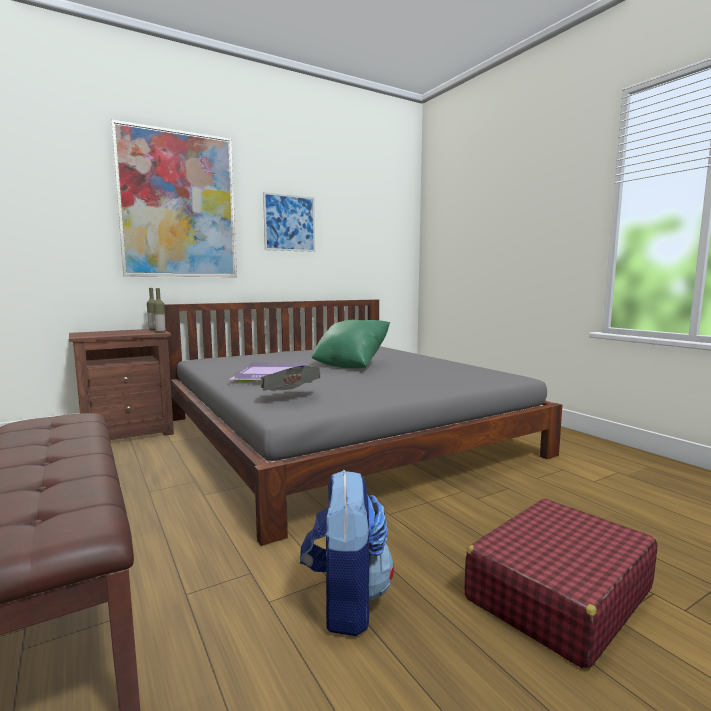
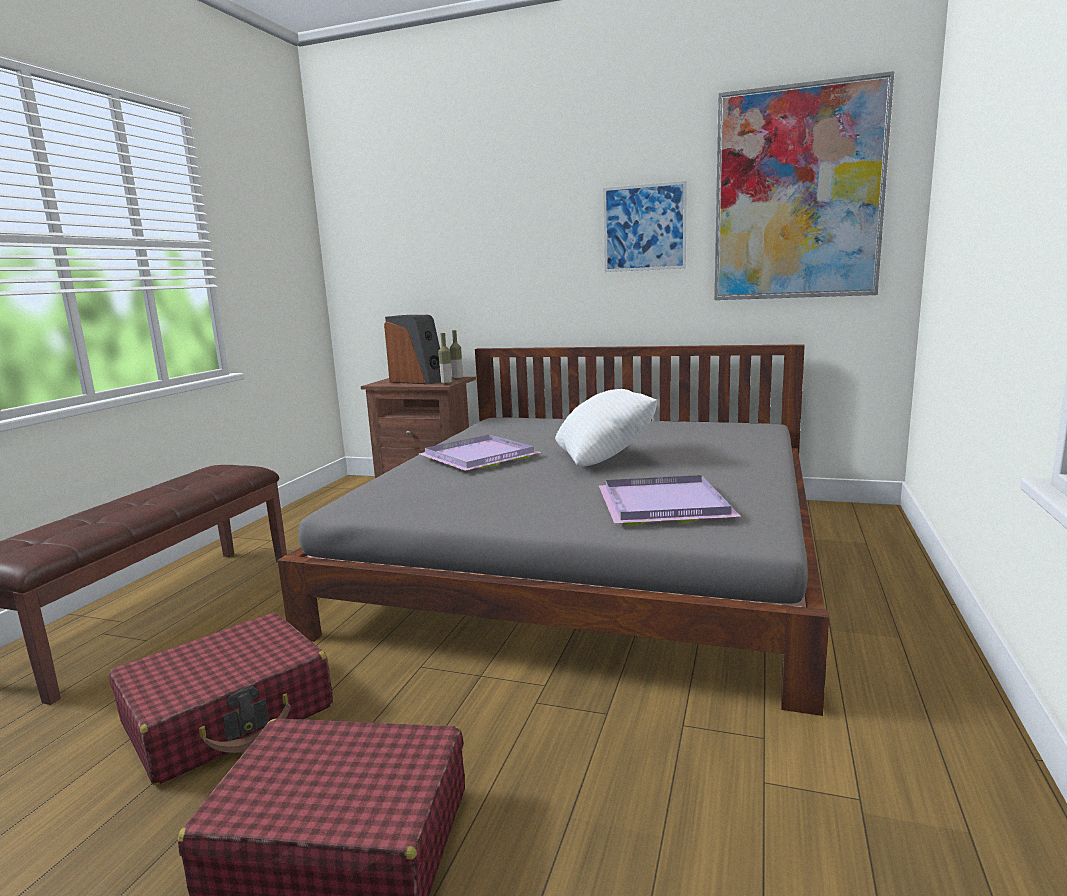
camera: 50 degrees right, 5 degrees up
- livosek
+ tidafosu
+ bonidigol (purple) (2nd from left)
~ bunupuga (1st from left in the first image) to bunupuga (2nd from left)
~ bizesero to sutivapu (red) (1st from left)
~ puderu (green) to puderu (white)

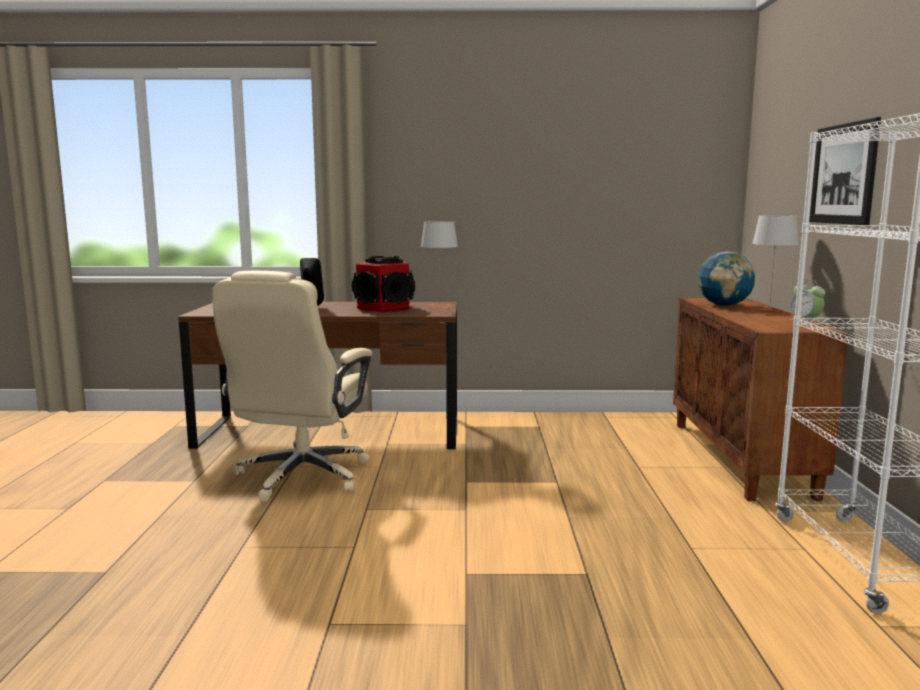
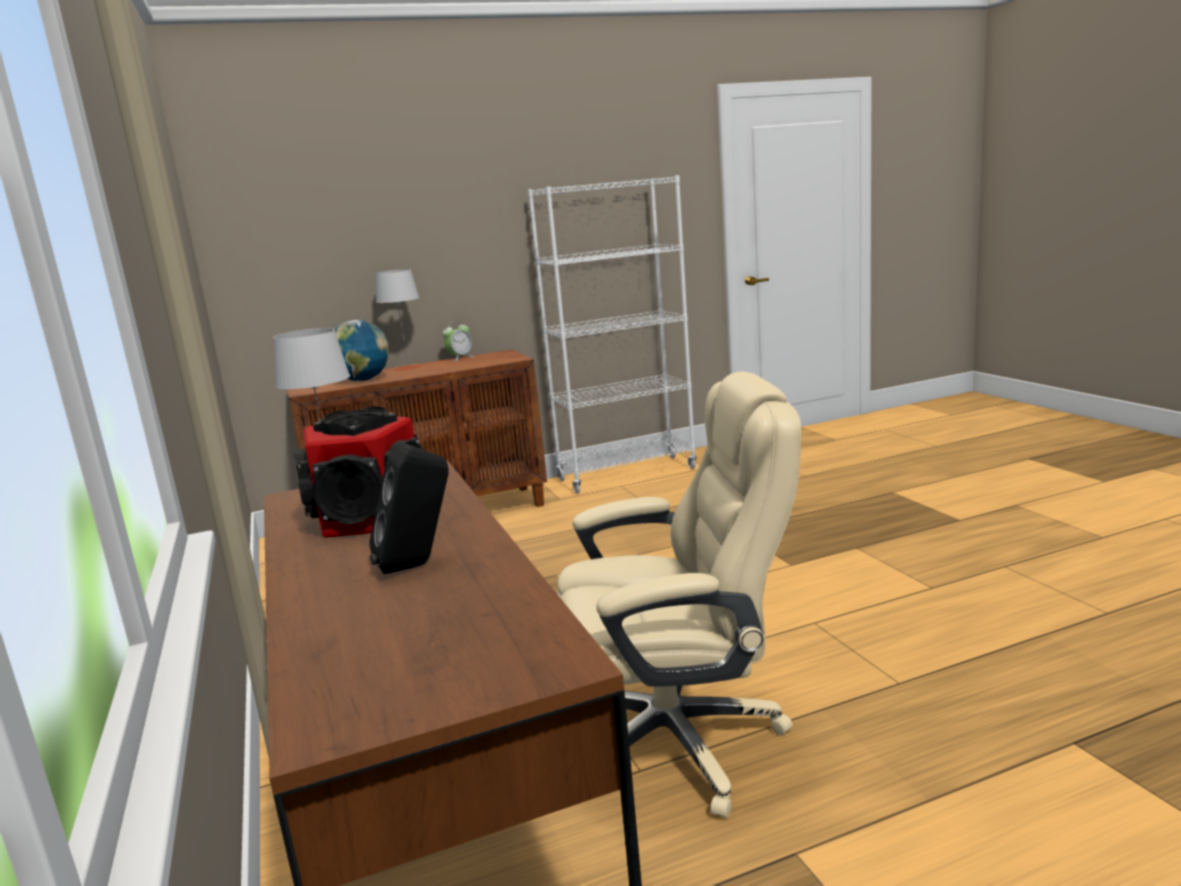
camera: 110 degrees left, 5 degrees up
- bunupuga

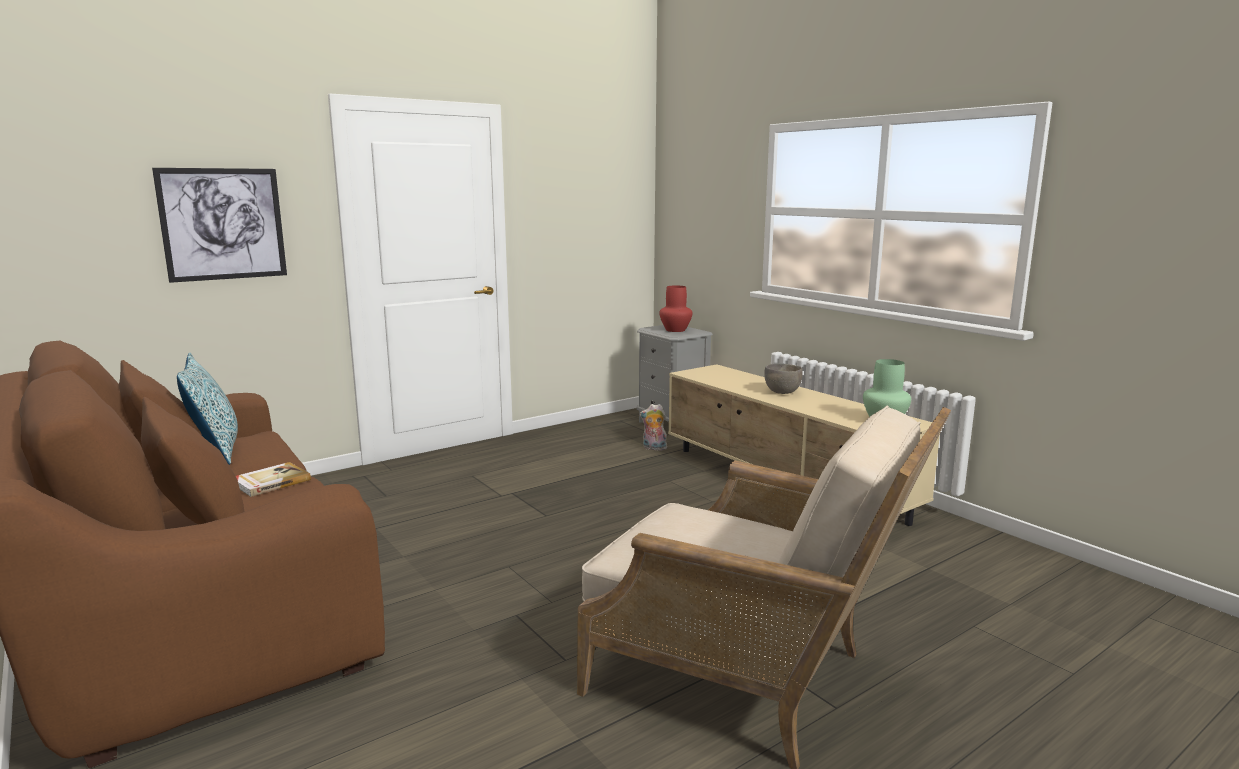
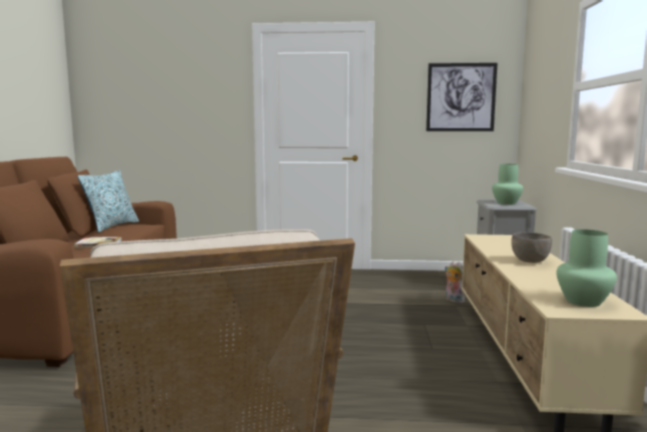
camera: 40 degrees right, 5 degrees down
~ bunupuga
~ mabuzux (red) to mabuzux (green) (1st from left)

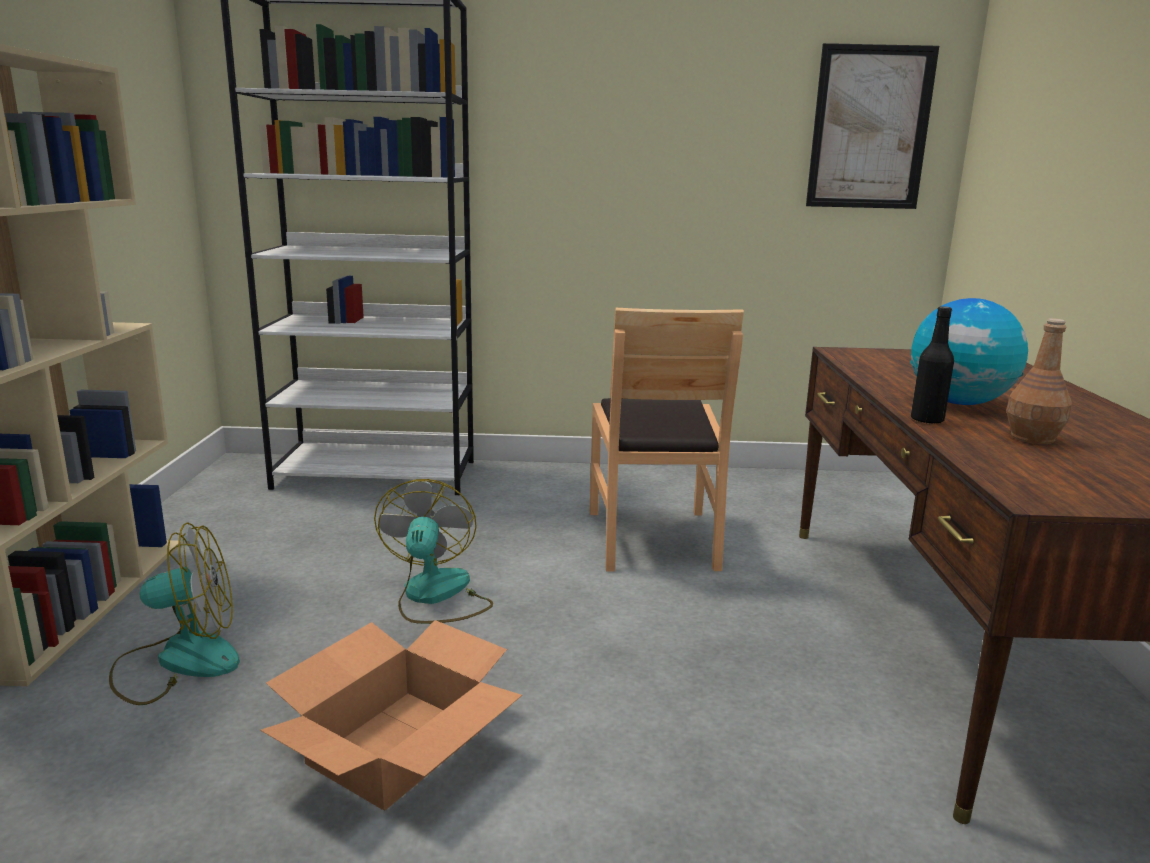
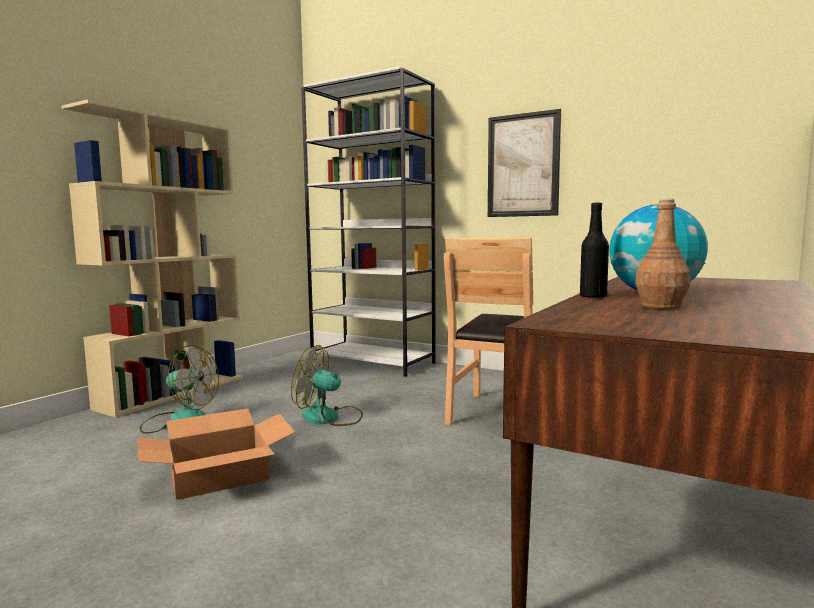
camera: 30 degrees right, 10 degrees down
~ bunupuga
~ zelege (2nd from left) 105 degrees counterclockwise

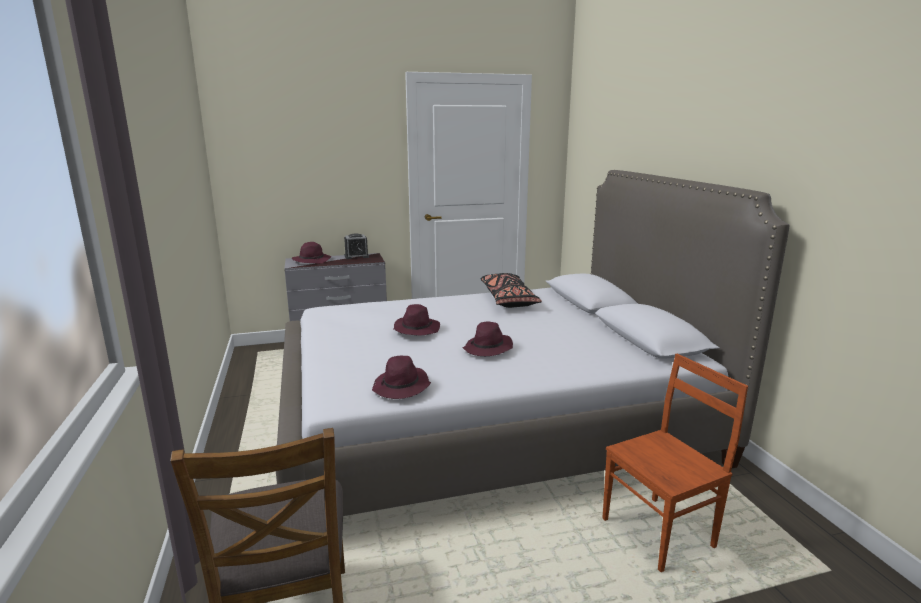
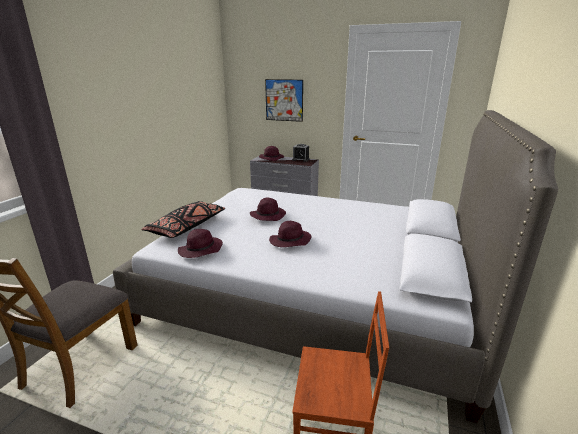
camera: 35 degrees right, 5 degrees up
+ bunupuga
~ puderu (black)

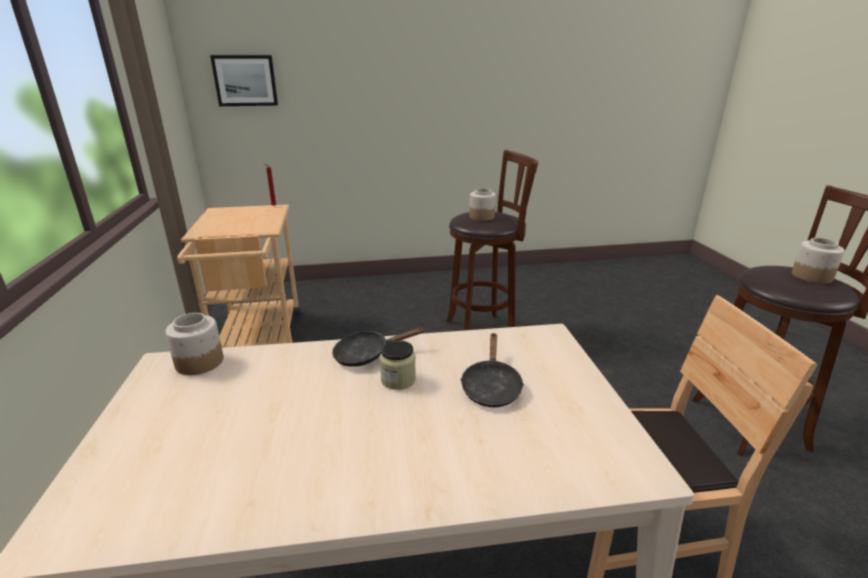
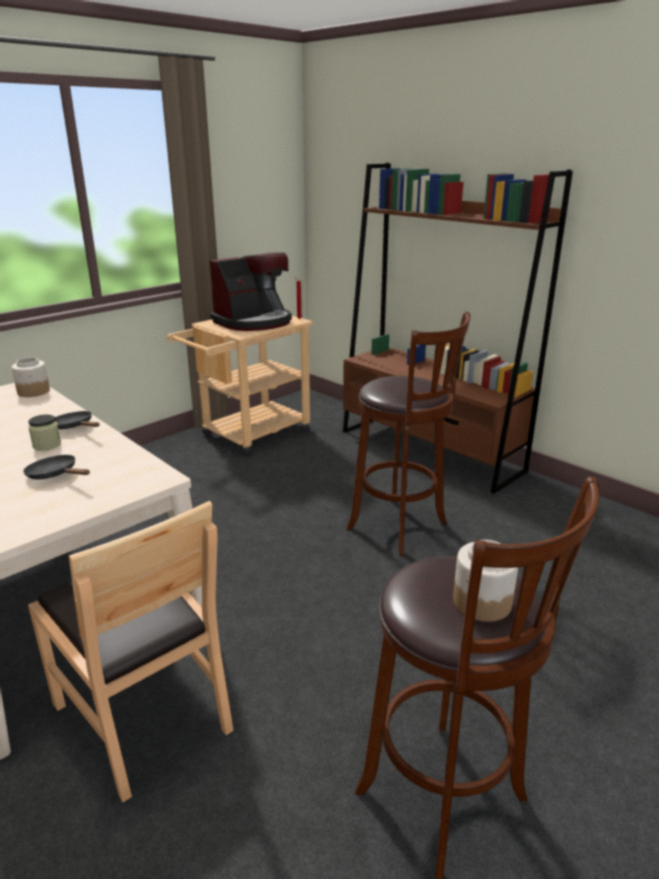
camera: 55 degrees right, 0 degrees up
- bunupuga
- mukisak (3rd from left)
+ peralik
+ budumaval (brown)
~ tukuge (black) (2nd from left in the first image) 60 degrees clockwise

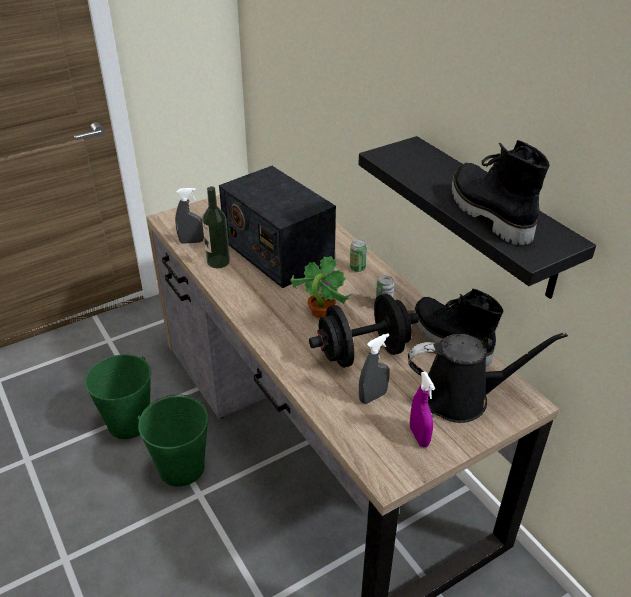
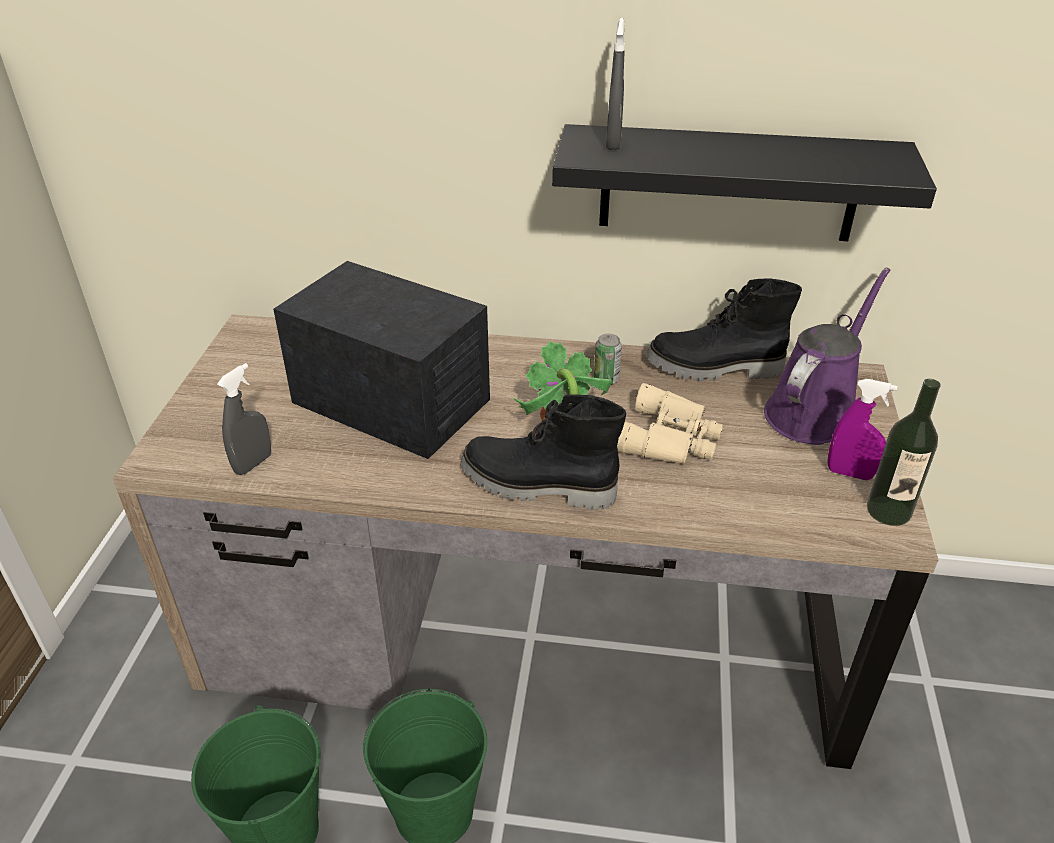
camera: 50 degrees left, 0 degrees up
- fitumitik (1st from left)
~ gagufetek
~ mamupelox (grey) (2nd from left)
~ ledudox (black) (2nd from left in the first image) to ledudox (black) (1st from left)
~ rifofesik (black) to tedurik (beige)
~ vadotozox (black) to vadotozox (purple)
~ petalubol 150 degrees counterclockwise

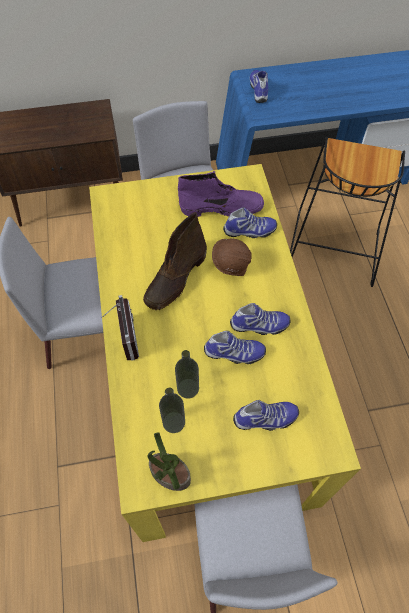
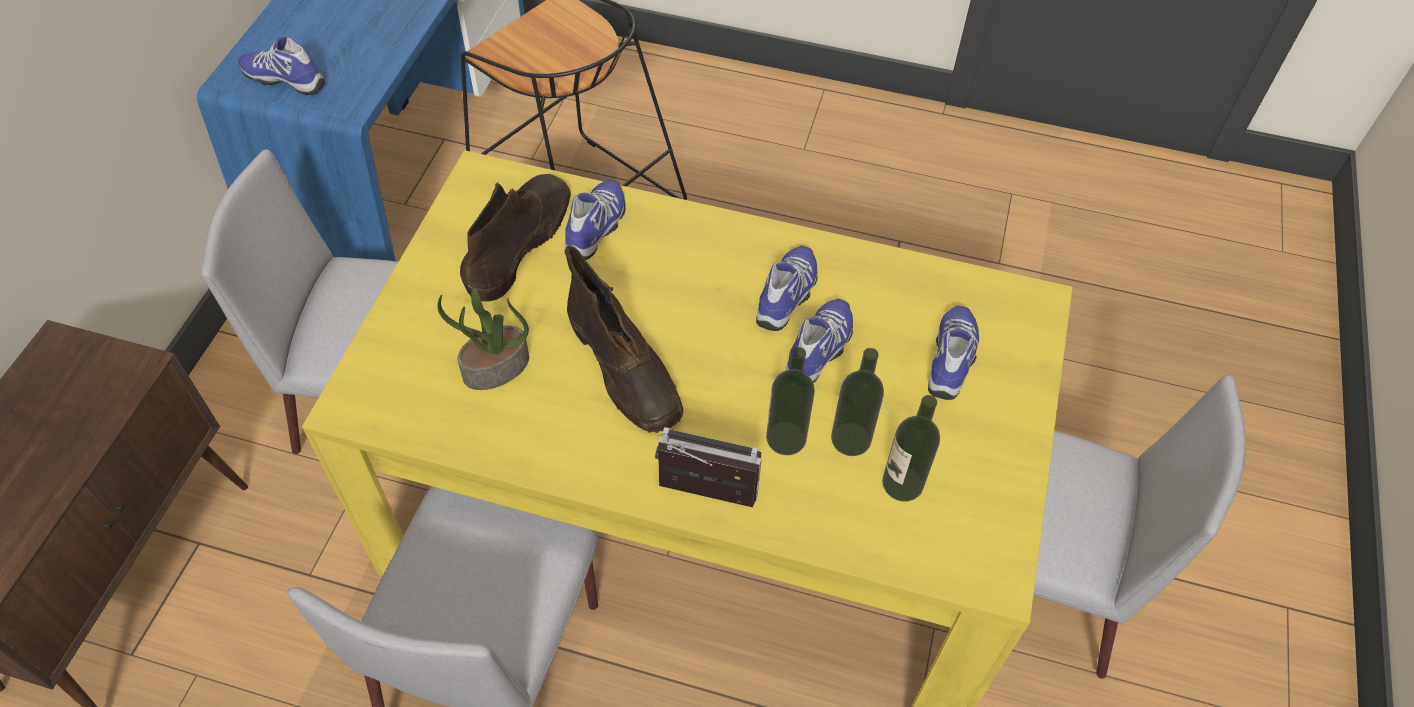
camera: 65 degrees left, 5 degrees down
- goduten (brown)
+ gagufetek (1st from left)
~ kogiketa
~ ledudox (purple) to ledudox (brown) (1st from left)

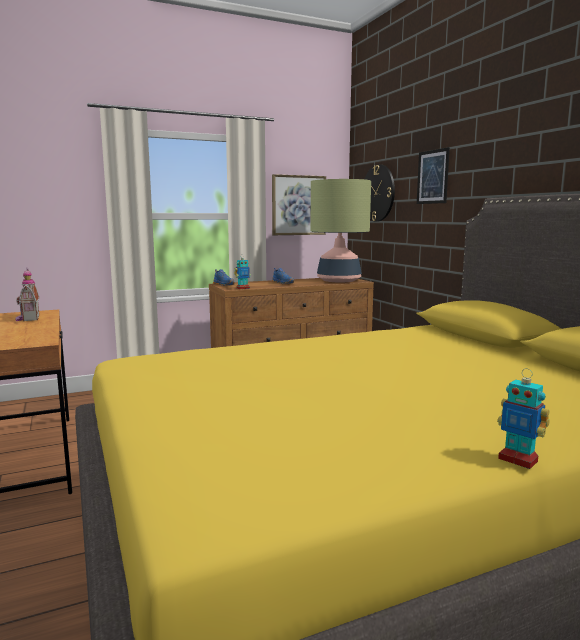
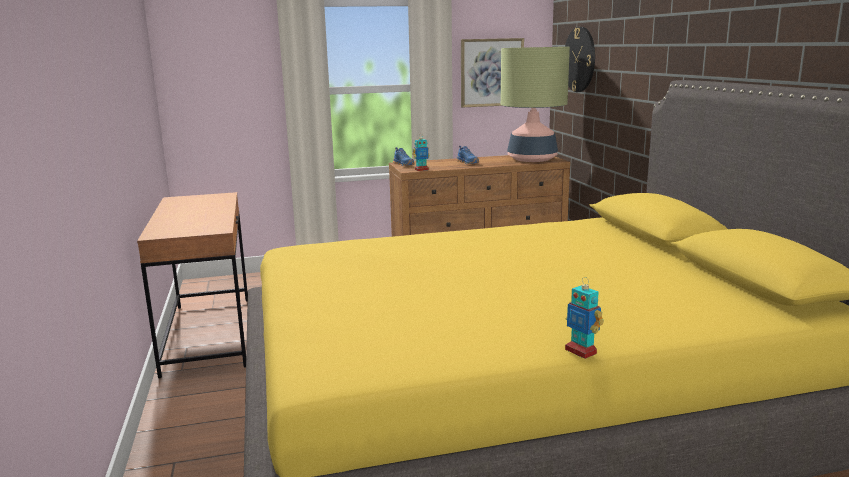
camera: 10 degrees right, 5 degrees up
- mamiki
- bunupuga (2nd from left)

